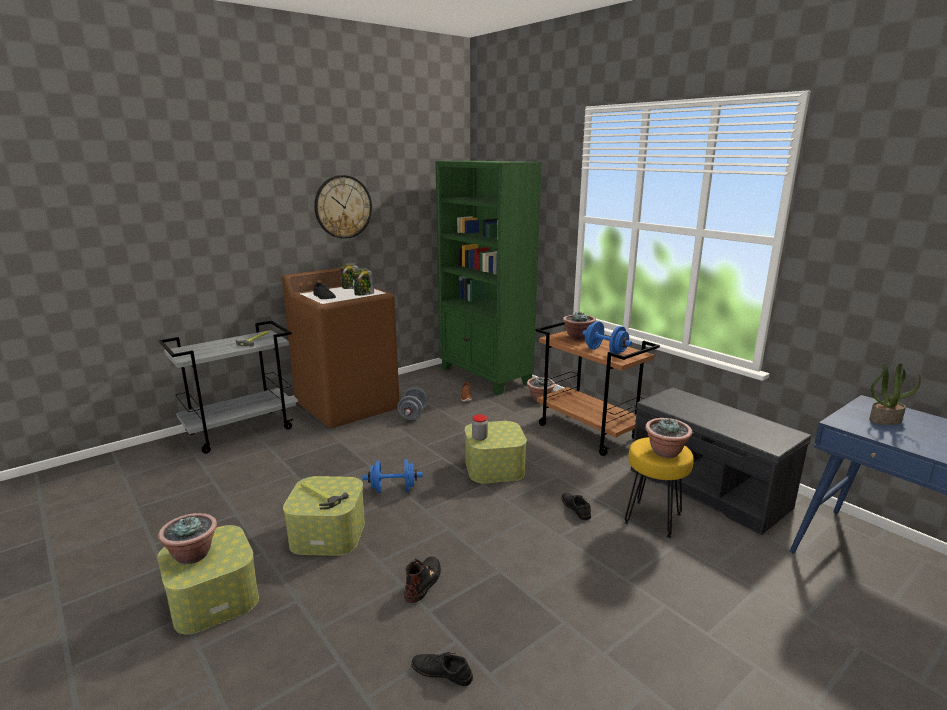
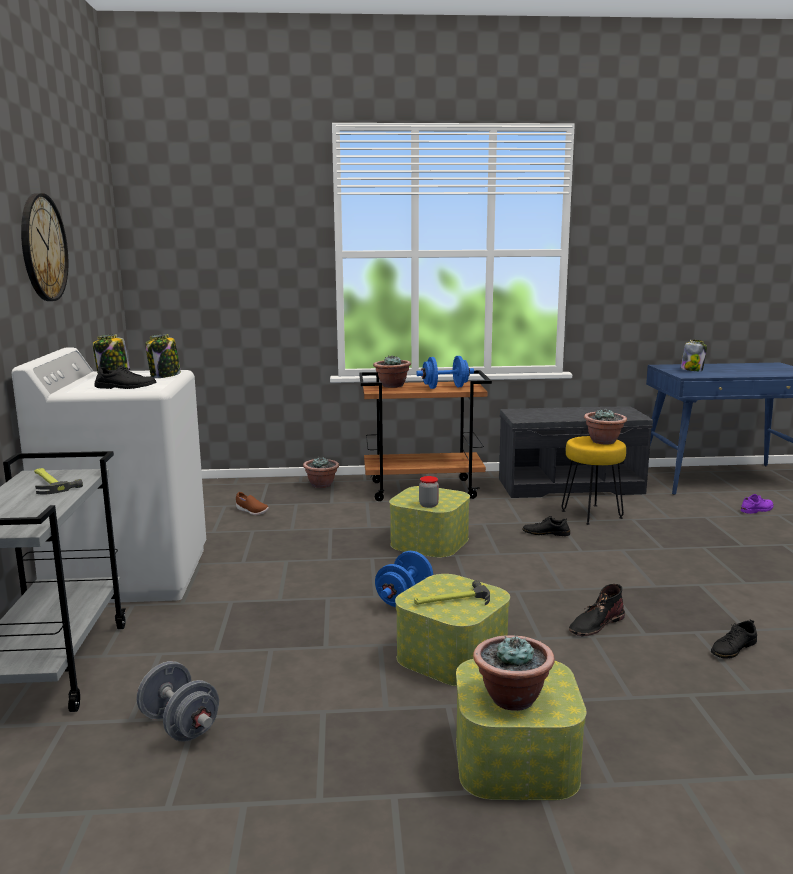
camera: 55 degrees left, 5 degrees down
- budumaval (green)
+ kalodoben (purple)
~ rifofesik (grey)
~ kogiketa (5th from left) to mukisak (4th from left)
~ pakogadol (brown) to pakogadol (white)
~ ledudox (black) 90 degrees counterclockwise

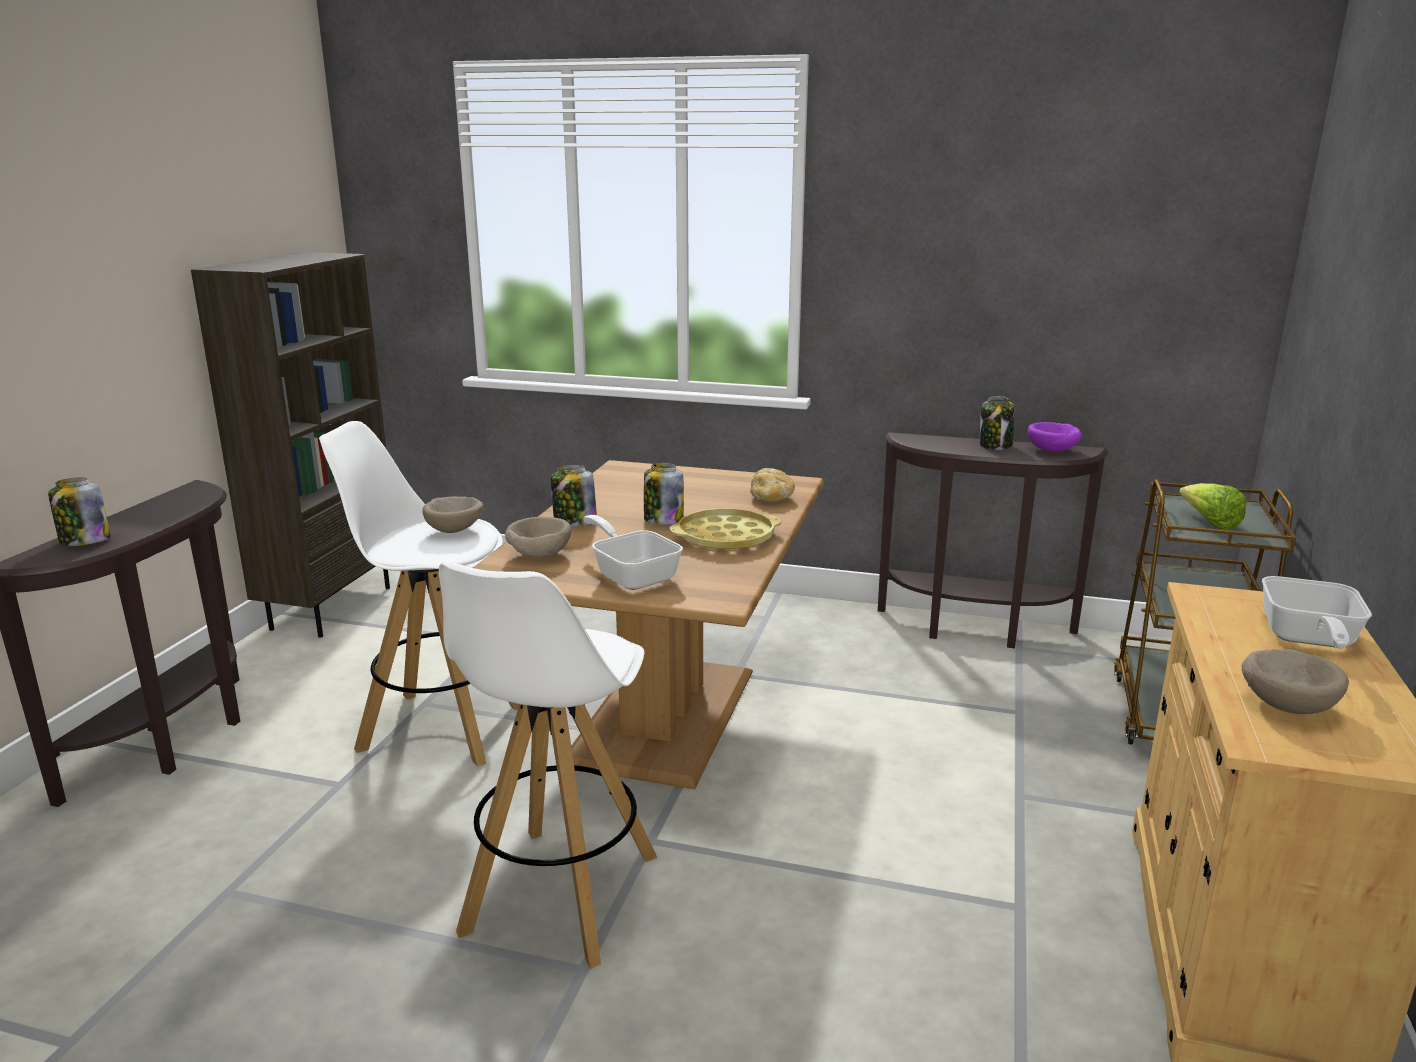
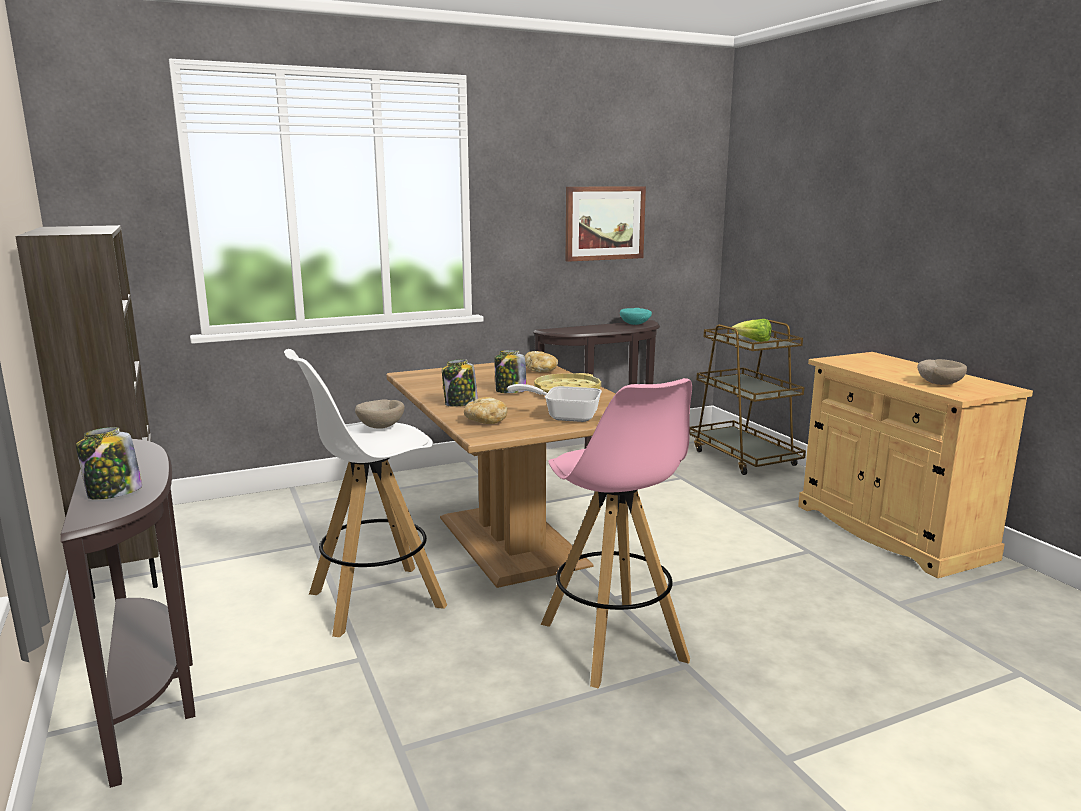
camera: 40 degrees left, 5 degrees down
- mukisak (4th from left)
- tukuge (2nd from left)
+ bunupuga
~ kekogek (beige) (2nd from left) to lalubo (1st from left)
~ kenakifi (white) (2nd from left) to kenakifi (pink)
~ kekogek (purple) to kekogek (turquoise)

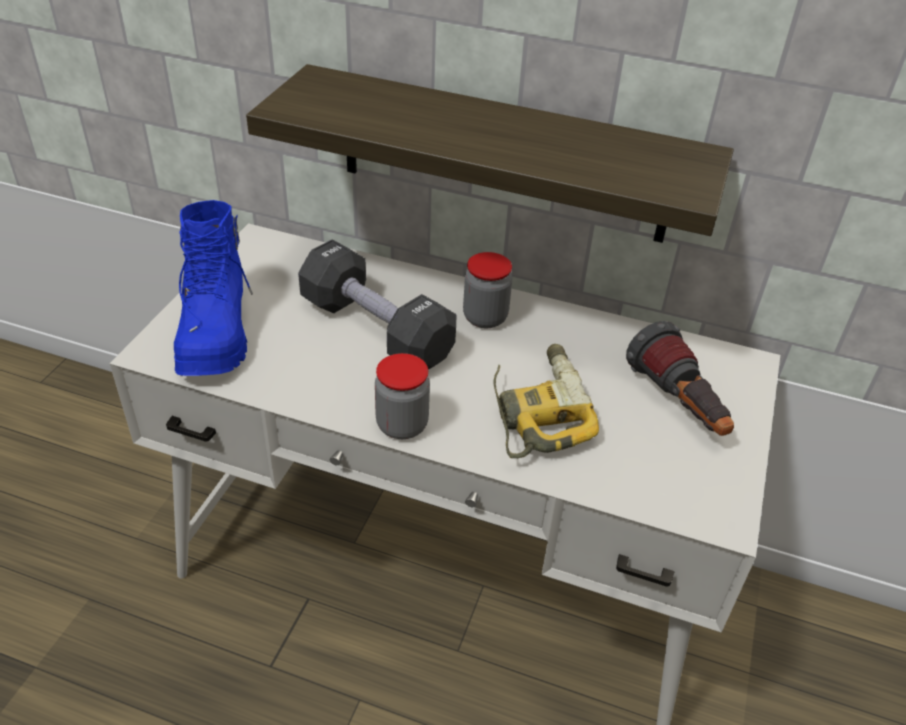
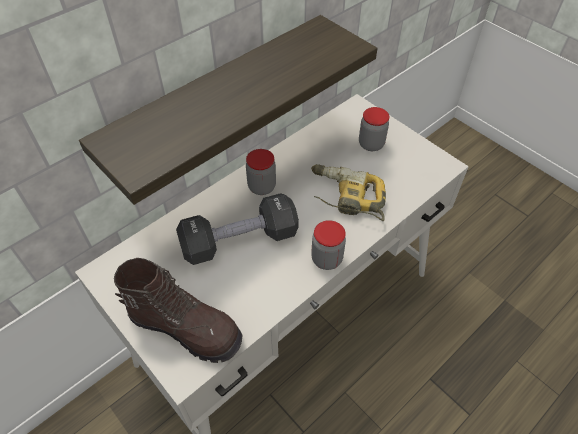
camera: 60 degrees left, 10 degrees up
~ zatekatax to mukisak (3rd from left)
~ ledudox (blue) to ledudox (brown)

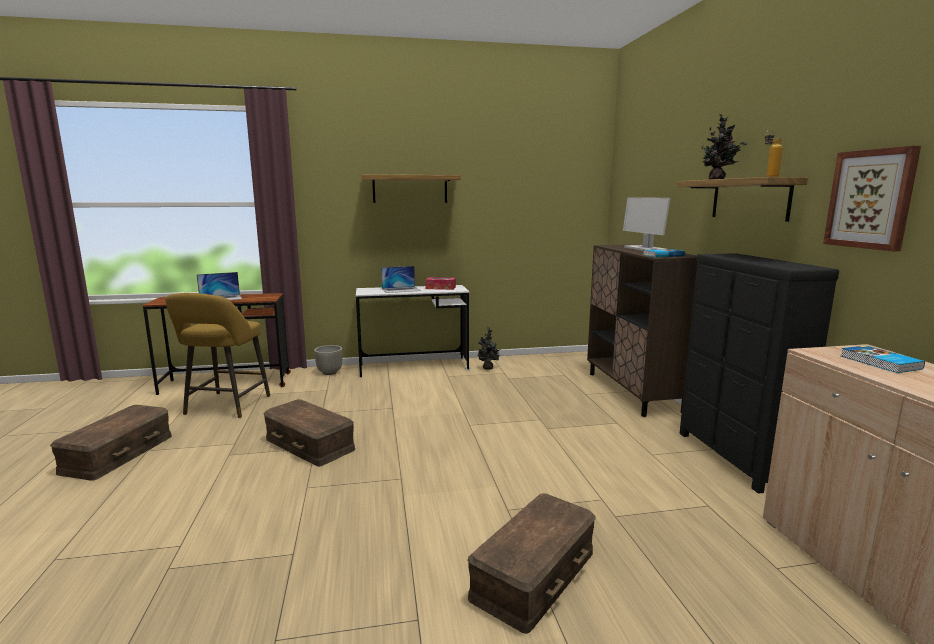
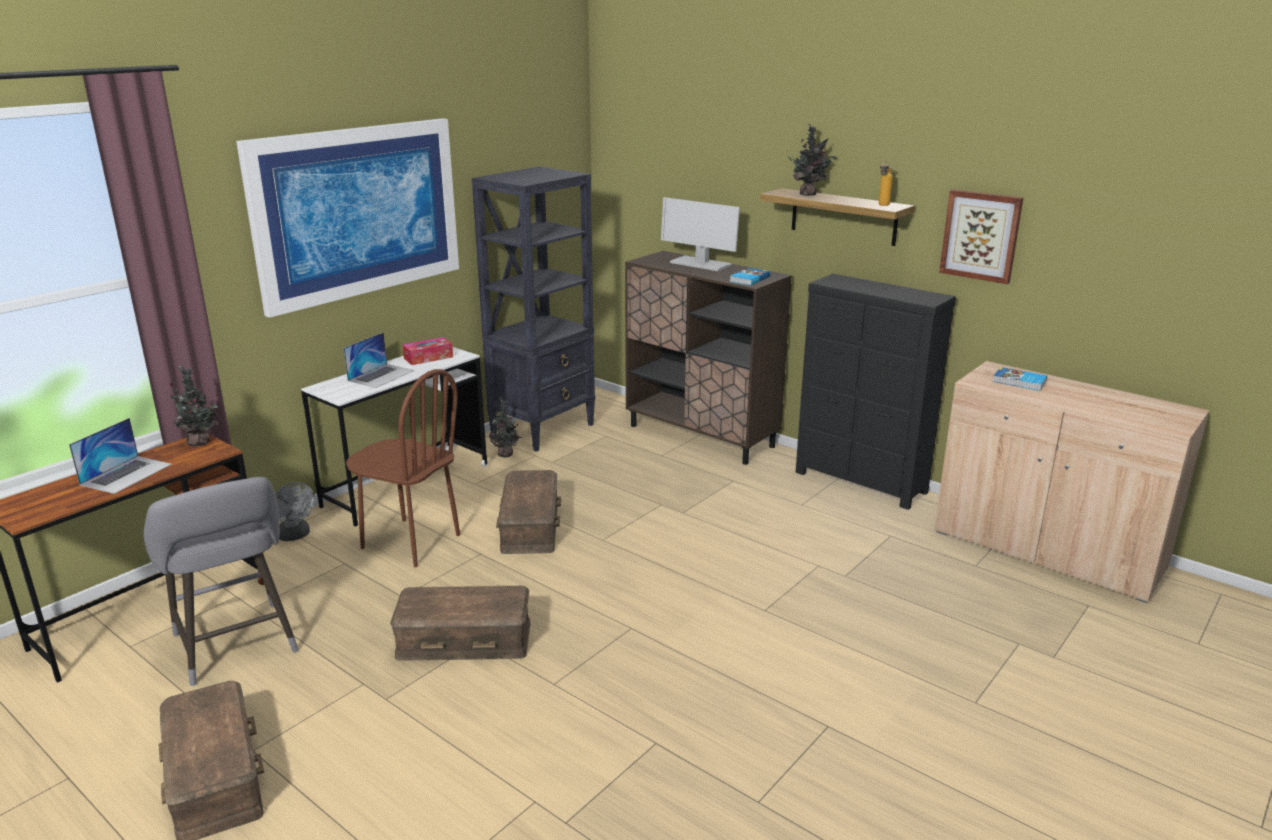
camera: 40 degrees left, 10 degrees up
+ kogiketa (1st from left)
+ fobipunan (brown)
+ budumaval (black)
~ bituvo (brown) (3rd from left)
~ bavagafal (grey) to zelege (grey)
~ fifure (1st from left) to bunupuga (1st from left)
~ kenakifi (yellow) to kenakifi (grey)

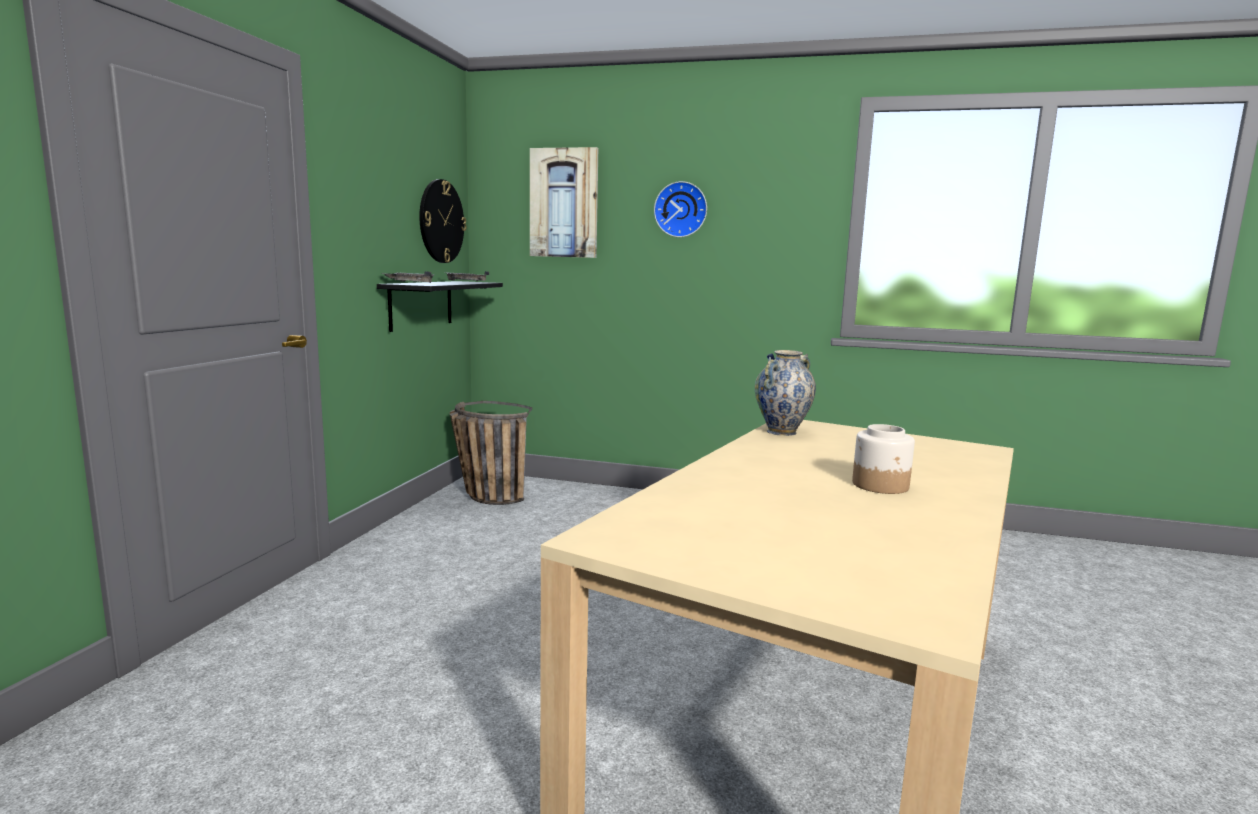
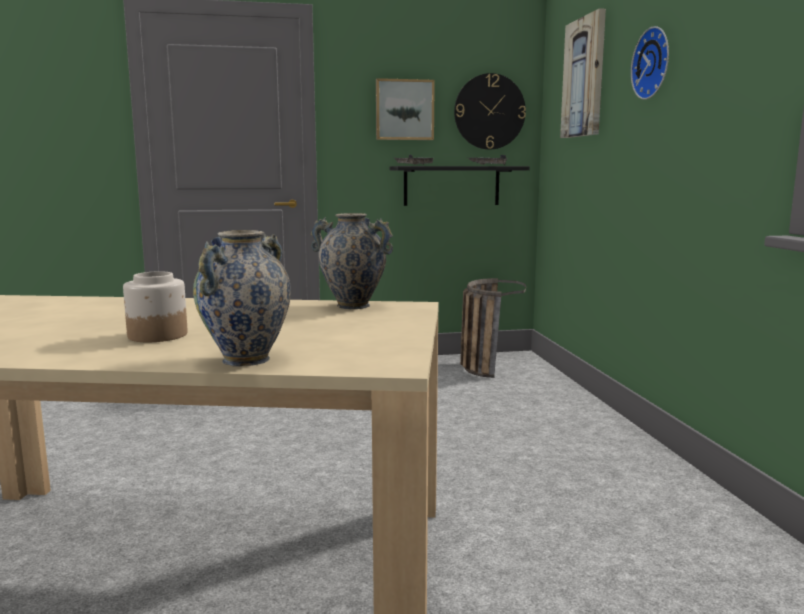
camera: 65 degrees right, 0 degrees up
+ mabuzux (1st from left)
+ bunupuga (1st from left)

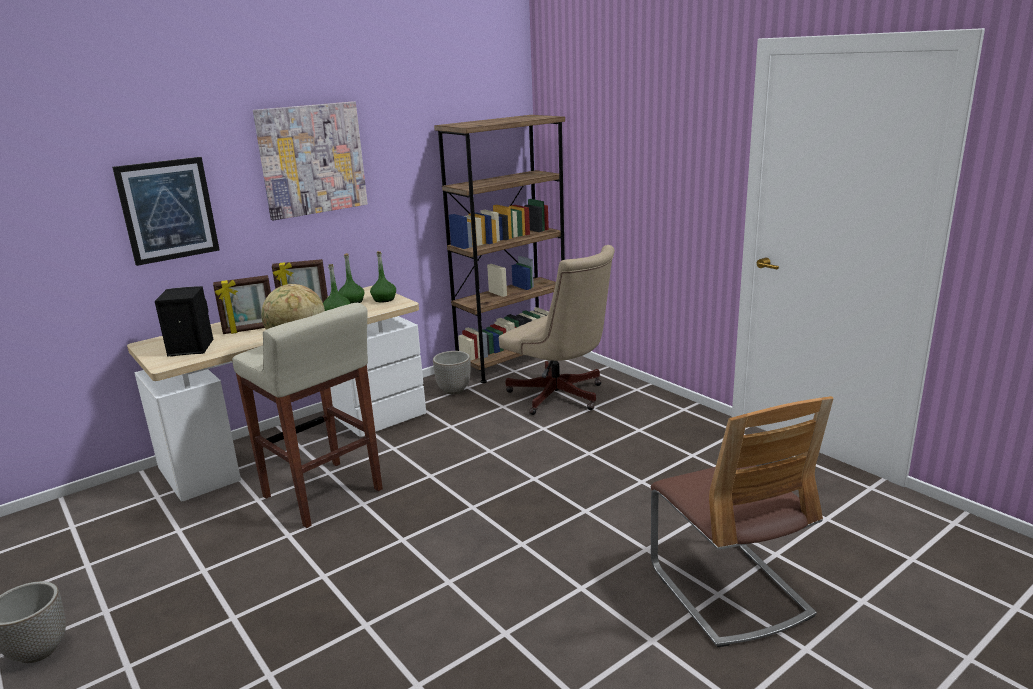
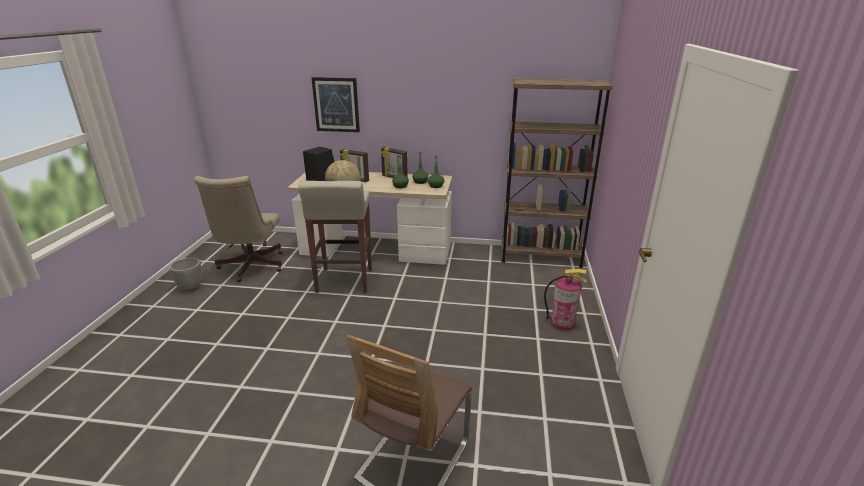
camera: 45 degrees right, 5 degrees up
- bunupuga (2nd from left)
- bavagafal (2nd from left)
+ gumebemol
~ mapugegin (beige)

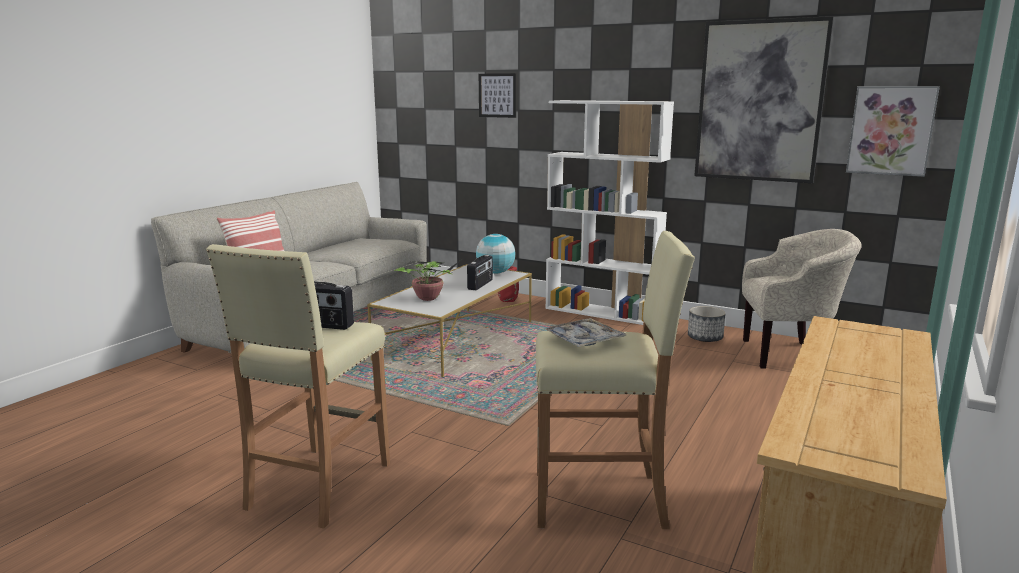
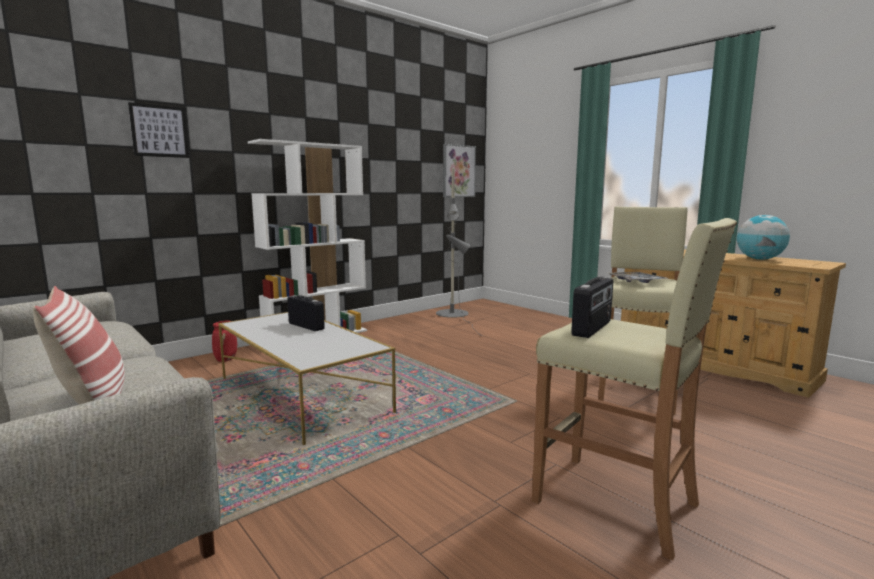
camera: 70 degrees left, 5 degrees down
- kogiketa
- bavagafal
- bunupuga (2nd from left)
~ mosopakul
~ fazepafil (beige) to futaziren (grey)

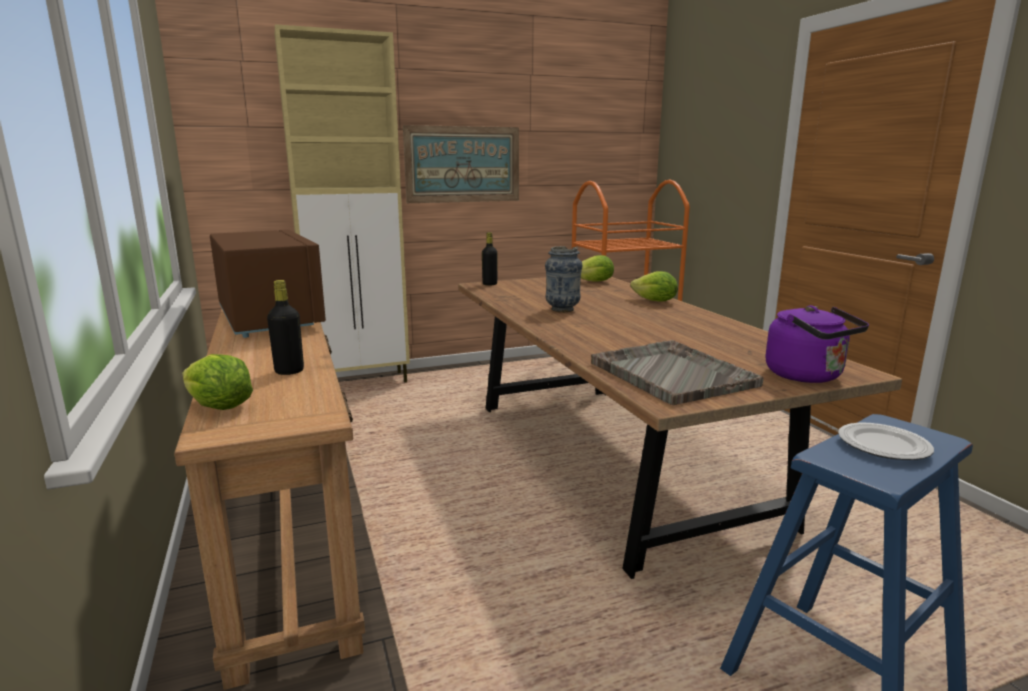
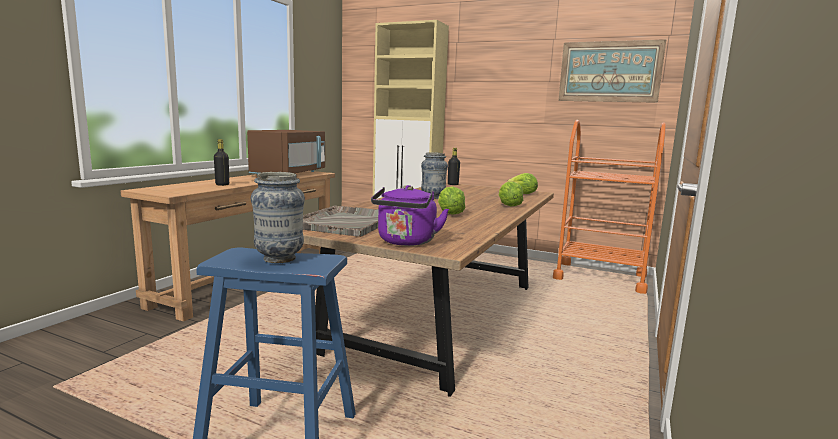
camera: 45 degrees right, 5 degrees down
~ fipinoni (1st from left)
~ bunupuga
~ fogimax to mabuzux (1st from left)

